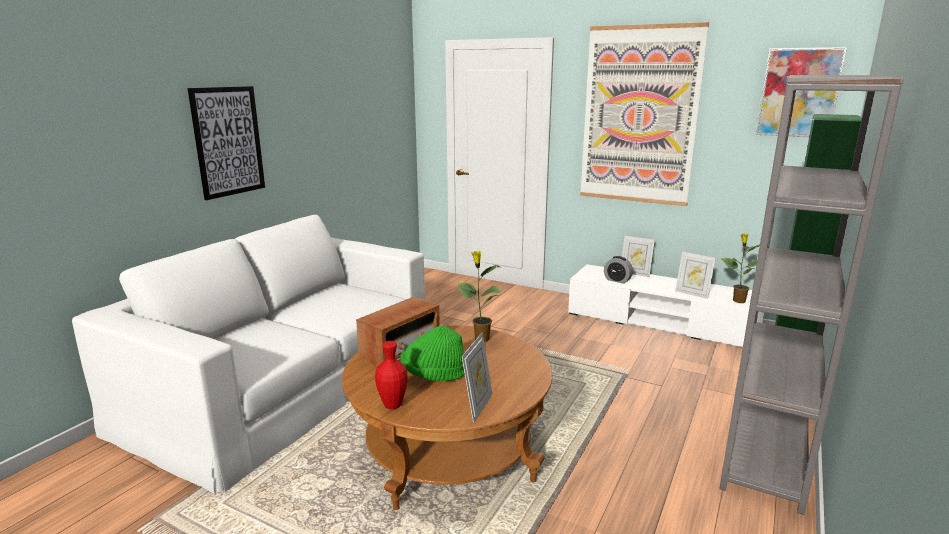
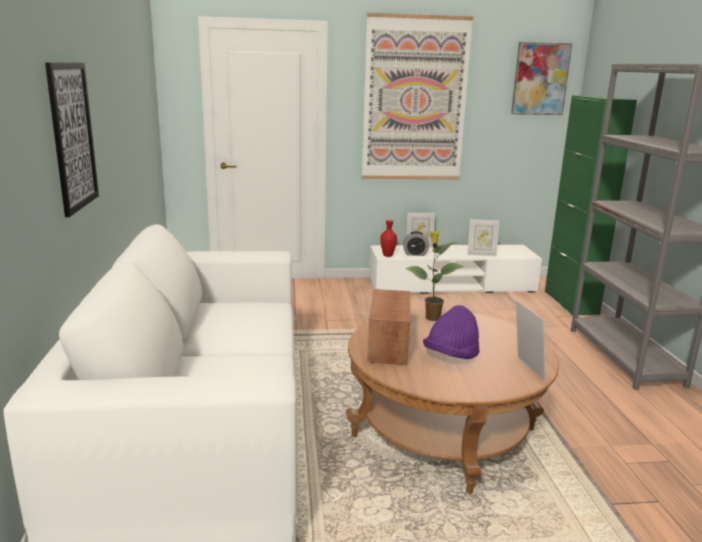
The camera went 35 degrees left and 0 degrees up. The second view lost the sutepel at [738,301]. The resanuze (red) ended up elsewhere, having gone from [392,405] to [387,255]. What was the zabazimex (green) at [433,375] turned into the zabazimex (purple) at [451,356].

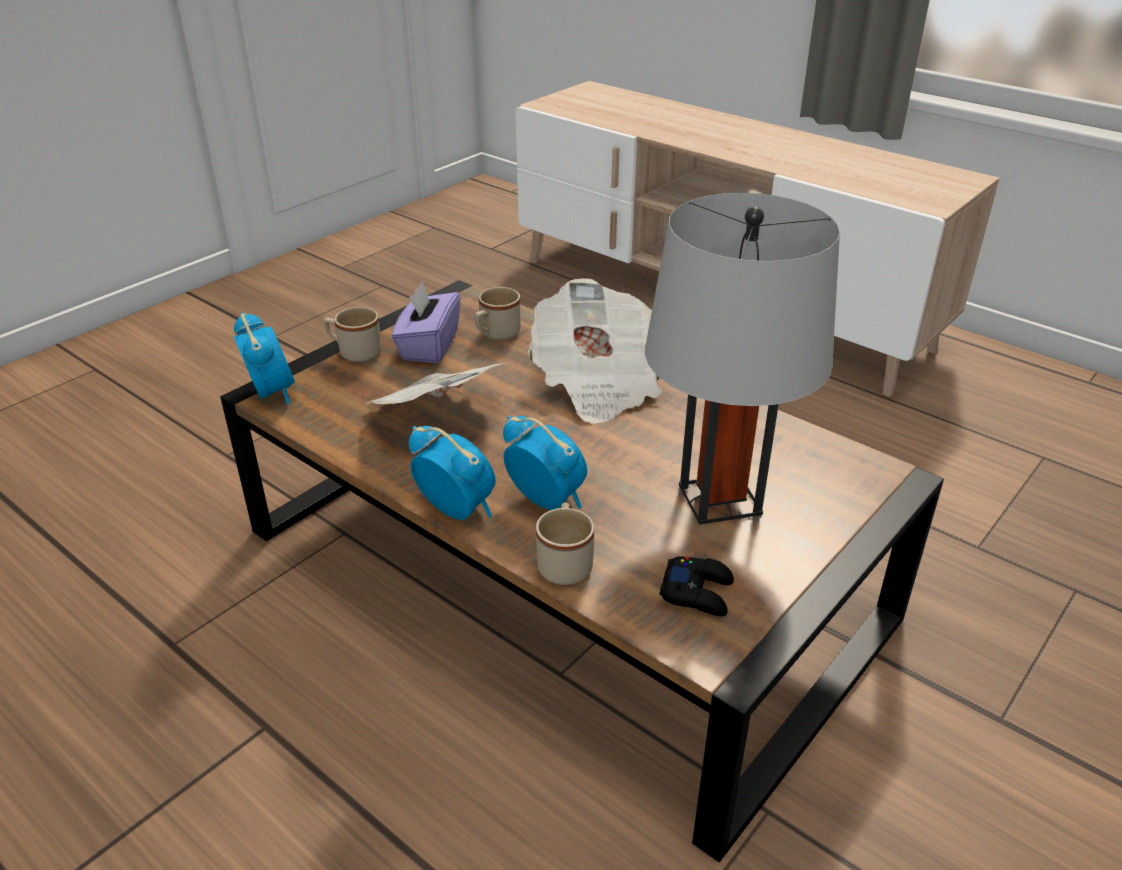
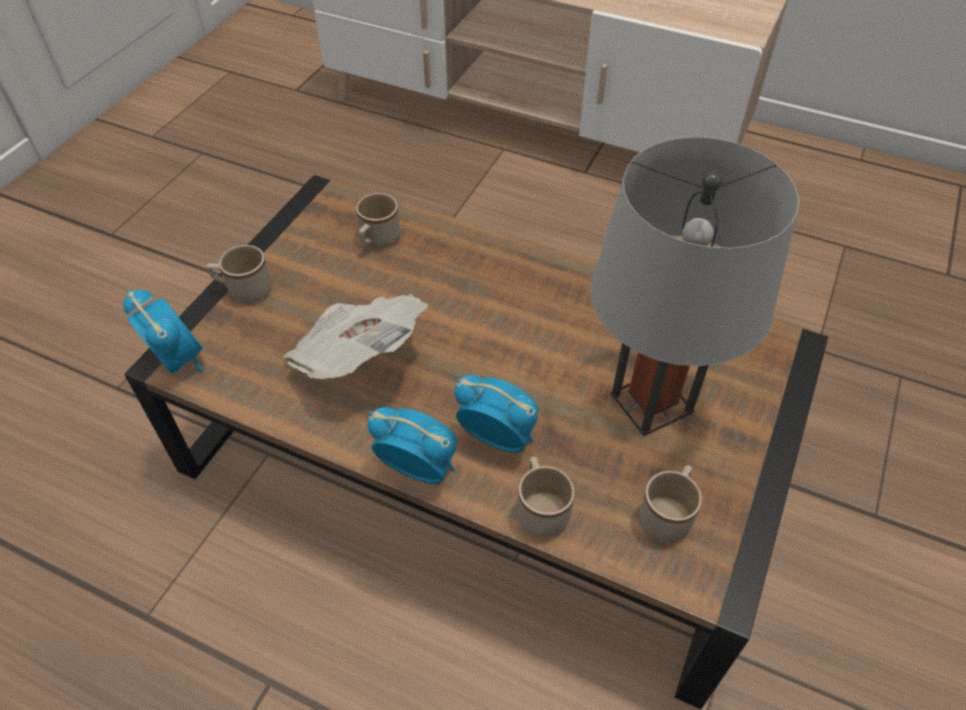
The camera went 15 degrees left and 15 degrees up. The second view lost the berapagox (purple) at [428,346]. The second view lost the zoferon at [596,383]. Where the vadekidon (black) stood at [697,592], the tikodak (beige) came to stand at [667,515].

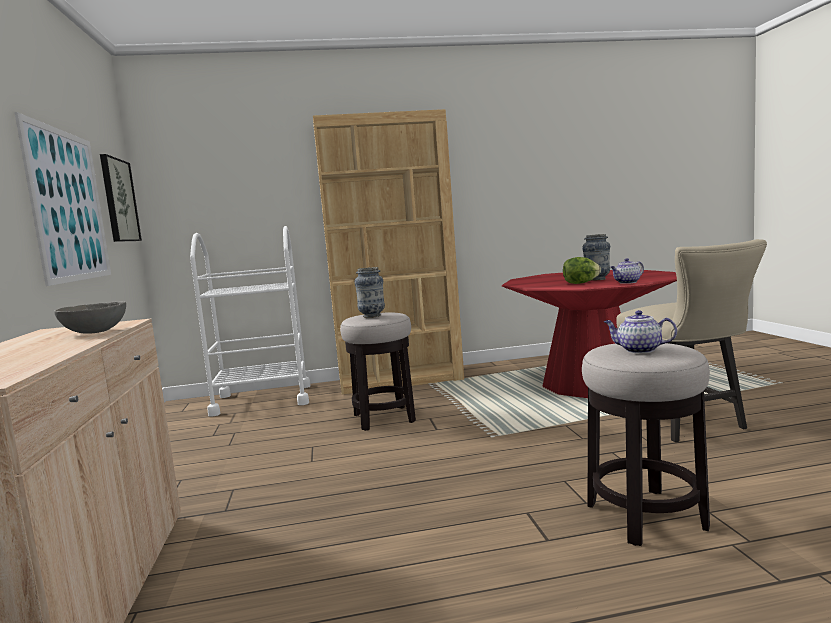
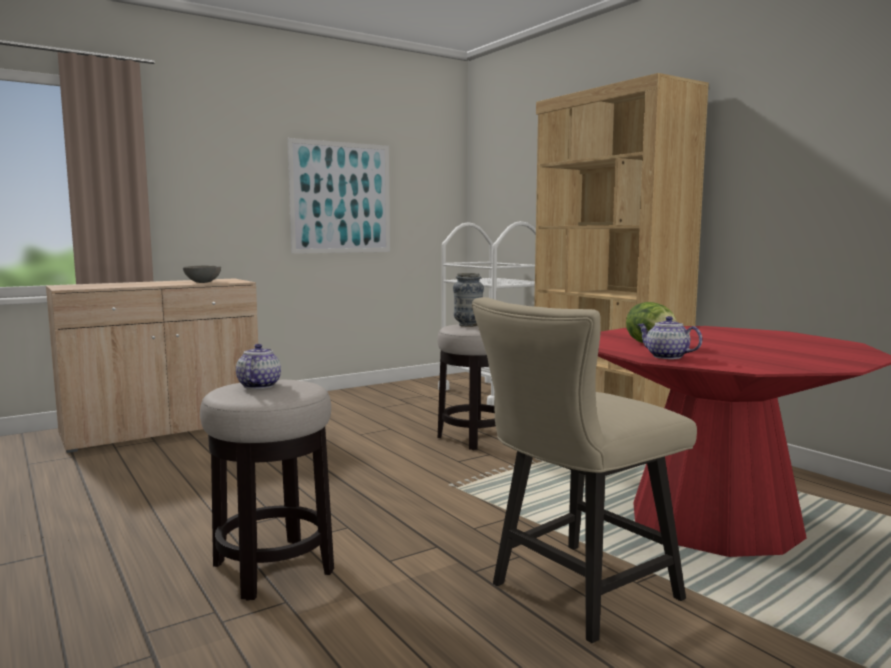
The camera went 65 degrees right and 0 degrees up. The second view lost the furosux at [119,200]. The second view lost the resanuze at [597,279].

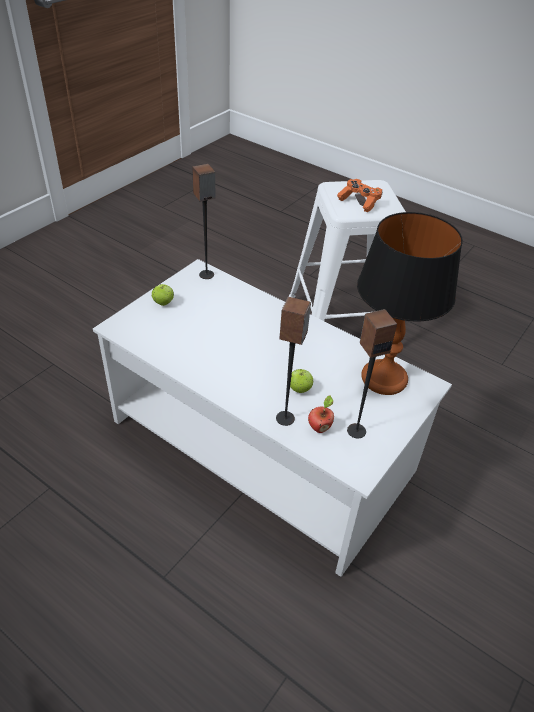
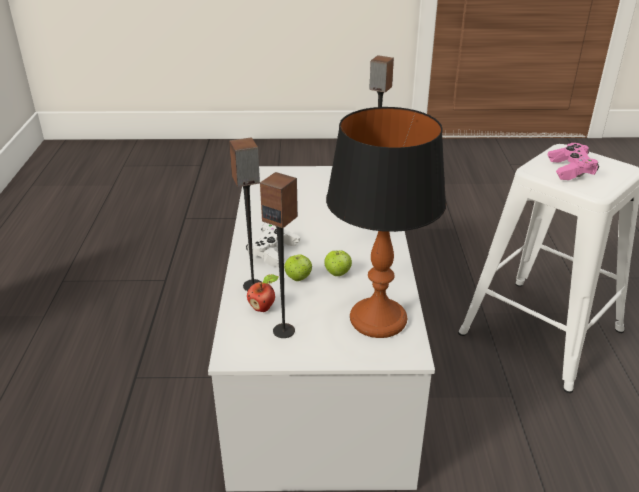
The camera went 55 degrees right and 10 degrees down. The second view gained the vadekidon (white) at [273,252]. The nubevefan ended up elsewhere, having gone from [163,303] to [337,273]. What was the vadekidon (orange) at [359,201] turned into the vadekidon (pink) at [570,170].

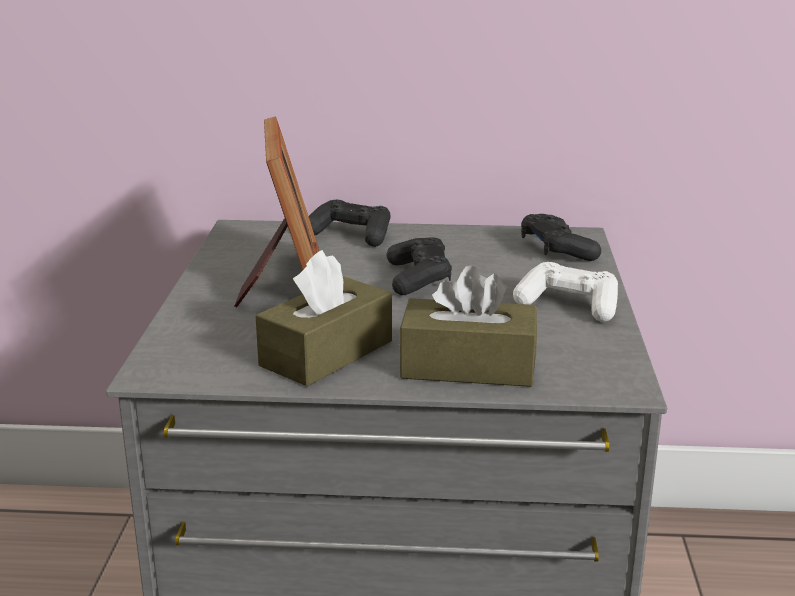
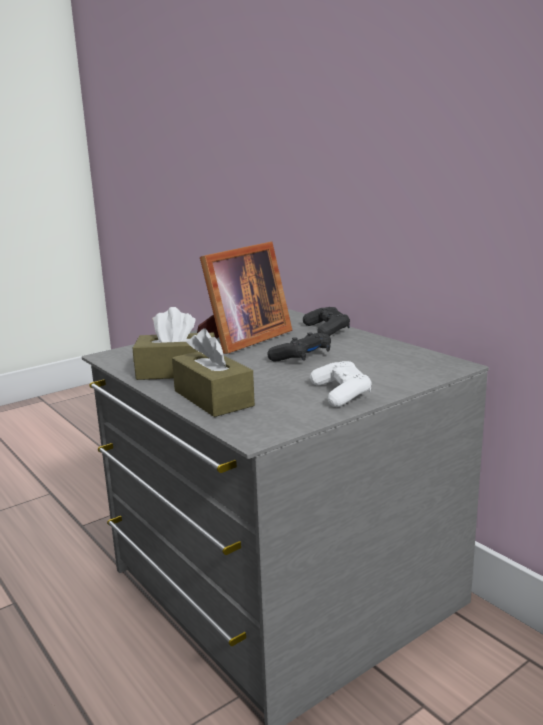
The camera went 50 degrees right and 5 degrees down. The second view lost the vadekidon (black) at [557,250].

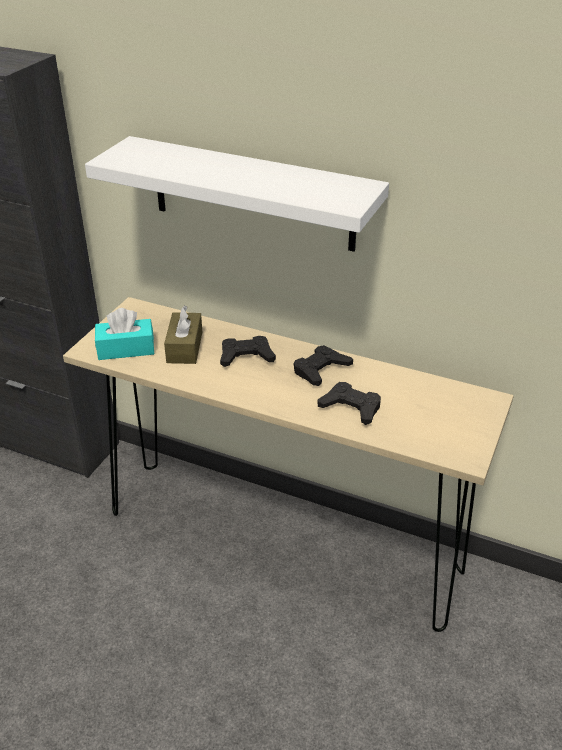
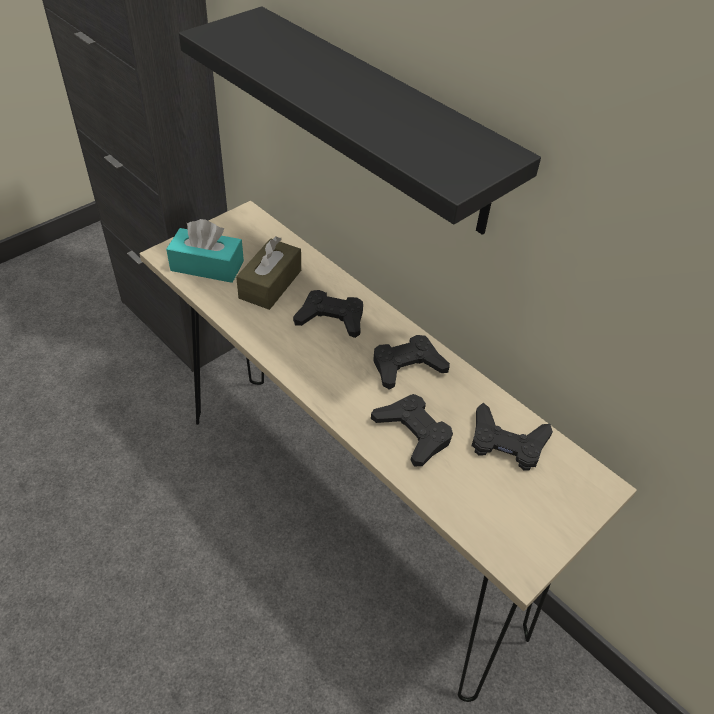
The camera went 20 degrees right and 10 degrees up. The second view gained the vadekidon (black) at [507,443]. What was the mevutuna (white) at [252,194] turned into the mevutuna (black) at [380,121].

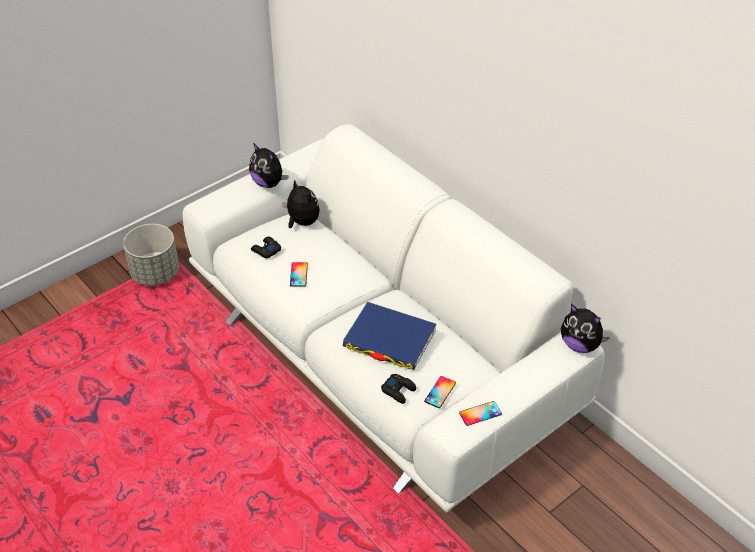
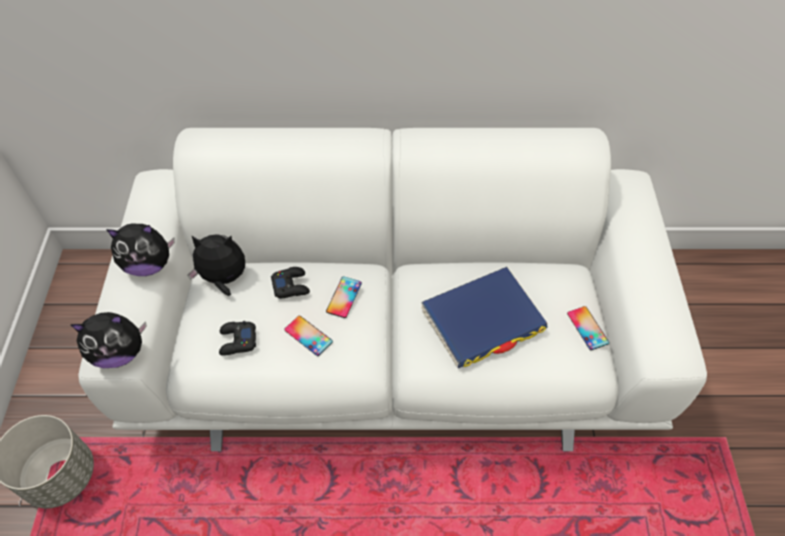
The camera went 50 degrees left and 10 degrees up. The vadekidon (black) ended up elsewhere, having gone from [398,391] to [291,285]. The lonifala ended up elsewhere, having gone from [480,413] to [344,297]. The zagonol ended up elsewhere, having gone from [580,345] to [120,353].

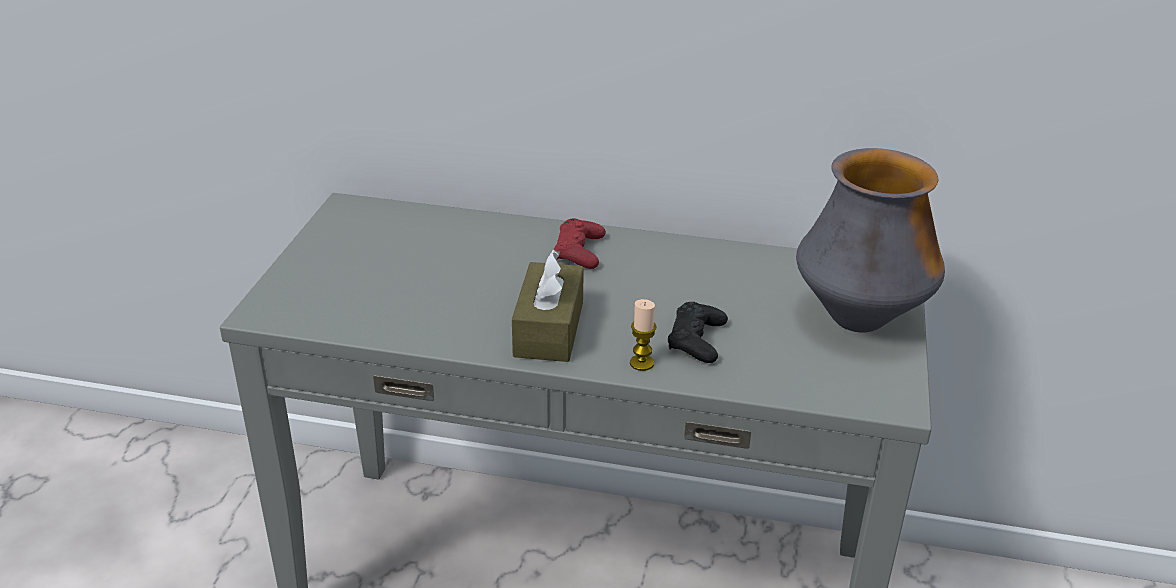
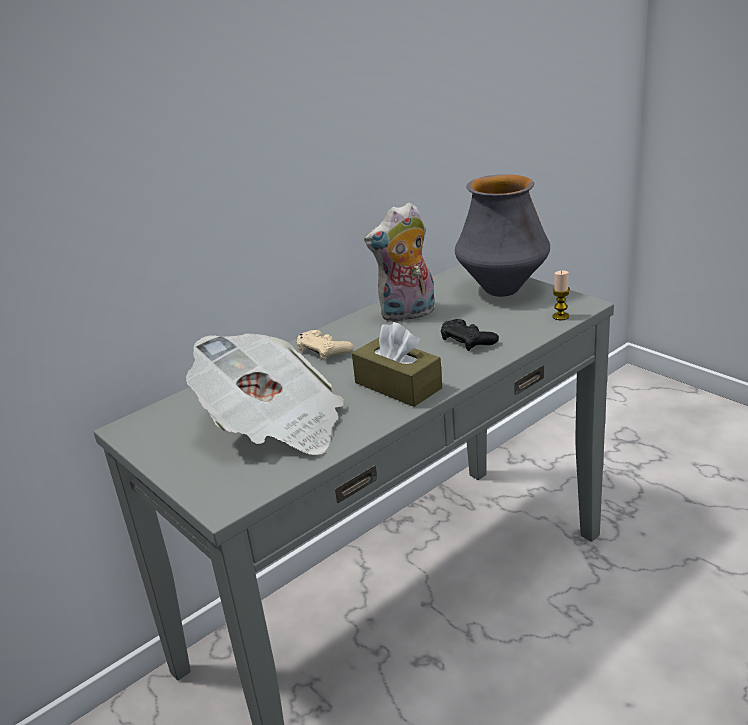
The camera went 50 degrees left and 5 degrees down. The second view gained the zoferon at [274,426]. The second view gained the zagonol at [407,314]. The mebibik ended up elsewhere, having gone from [641,363] to [560,316]. What was the vadekidon (red) at [579,251] turned into the vadekidon (beige) at [324,351].

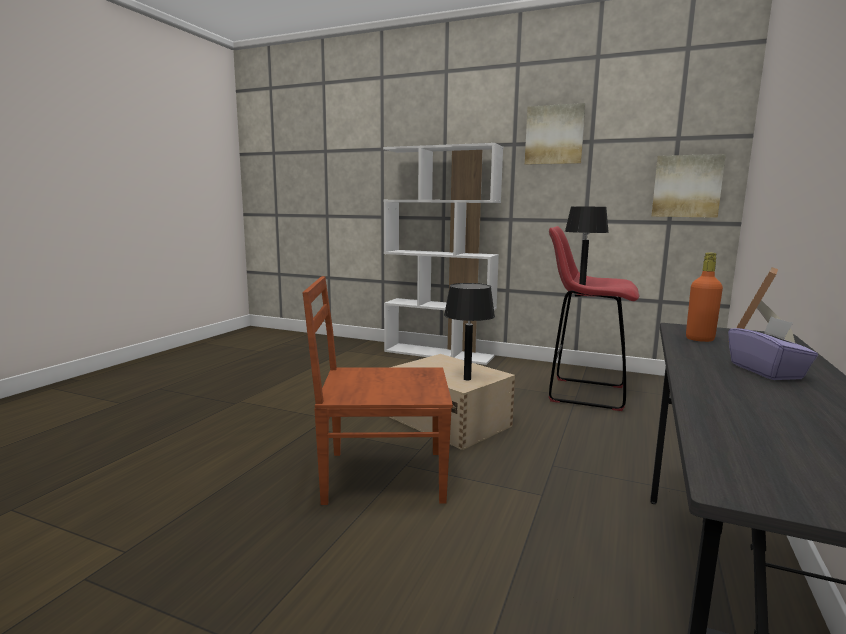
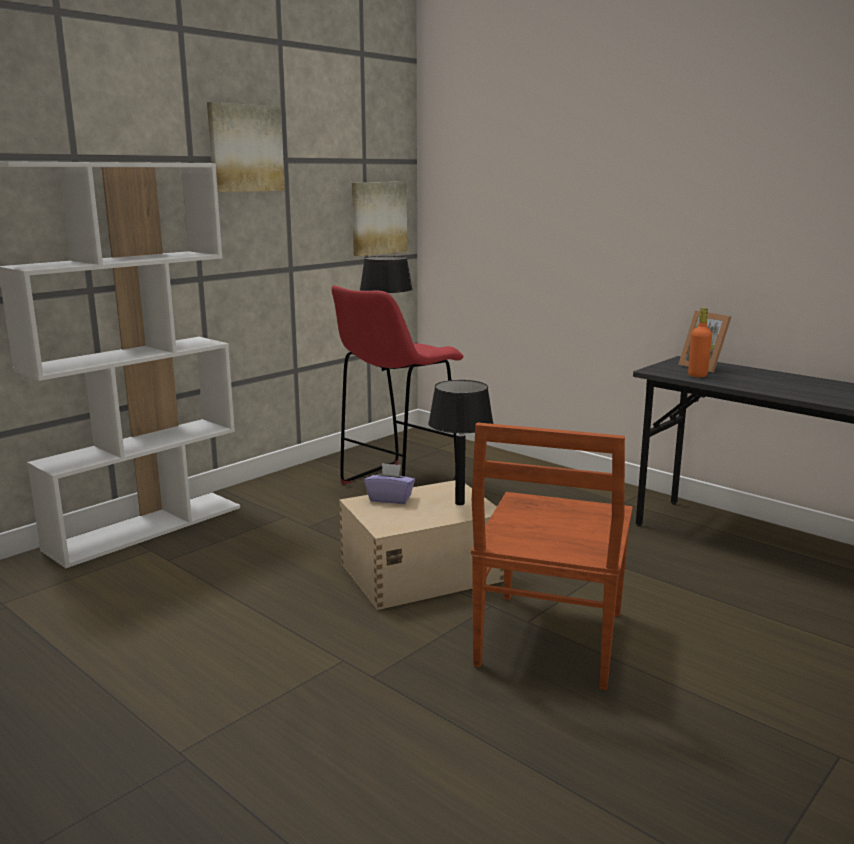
The camera went 70 degrees left and 5 degrees up. The berapagox (purple) ended up elsewhere, having gone from [766,371] to [390,499].

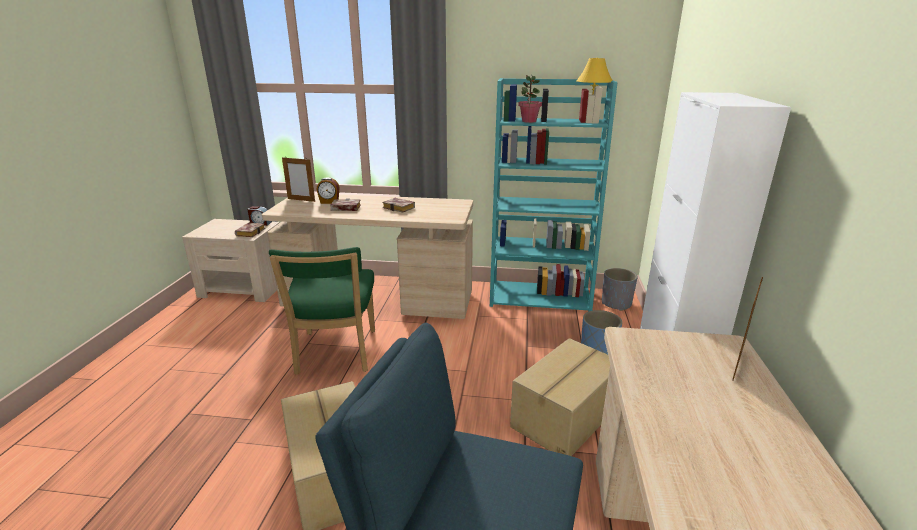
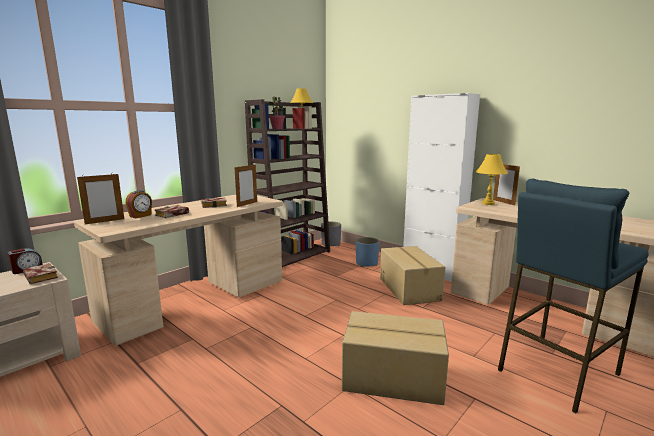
The camera went 55 degrees left and 10 degrees down. The second view lost the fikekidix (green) at [335,354]. The second view gained the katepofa at [247,204]. The second view gained the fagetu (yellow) at [488,203]. What was the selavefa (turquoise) at [540,297] turned into the selavefa (brown) at [292,255].

